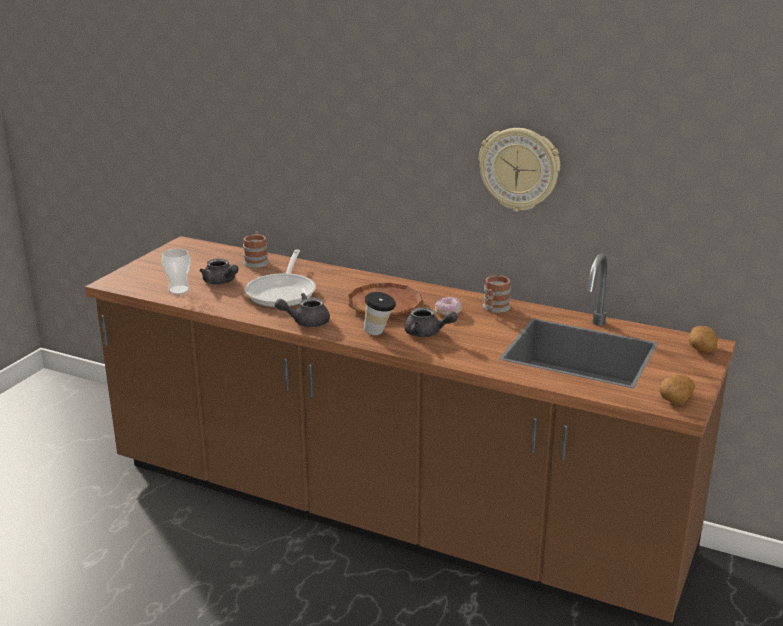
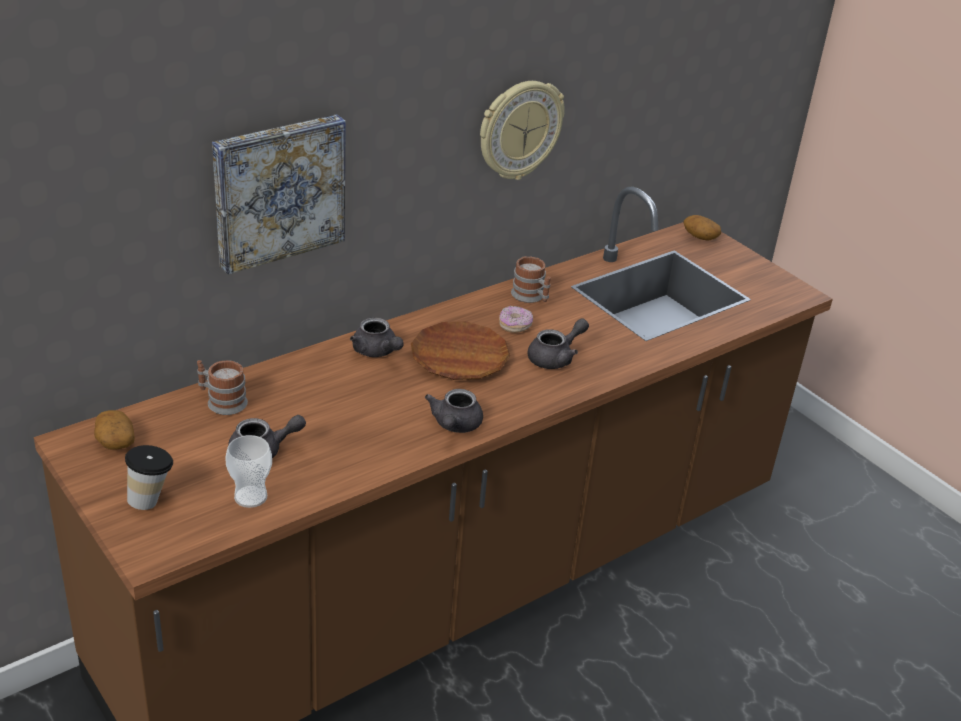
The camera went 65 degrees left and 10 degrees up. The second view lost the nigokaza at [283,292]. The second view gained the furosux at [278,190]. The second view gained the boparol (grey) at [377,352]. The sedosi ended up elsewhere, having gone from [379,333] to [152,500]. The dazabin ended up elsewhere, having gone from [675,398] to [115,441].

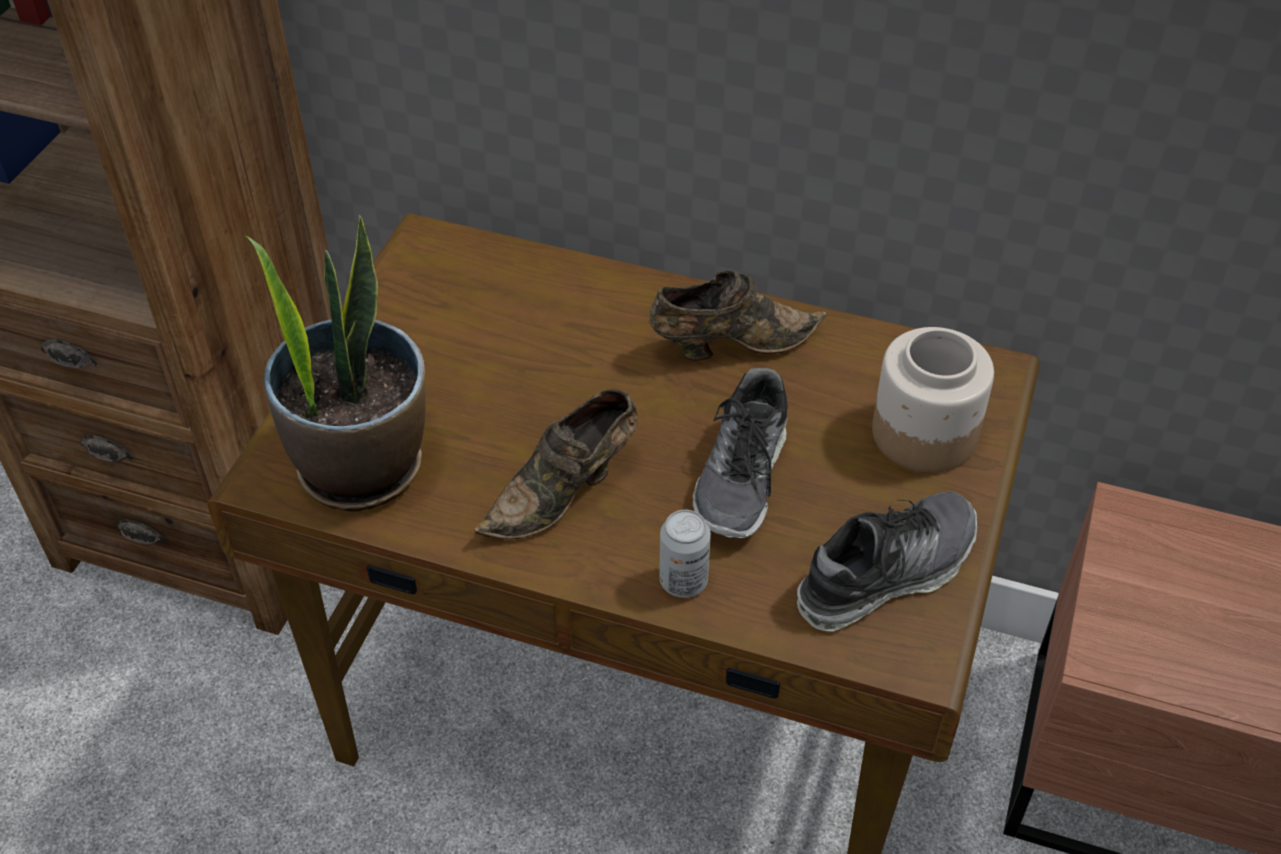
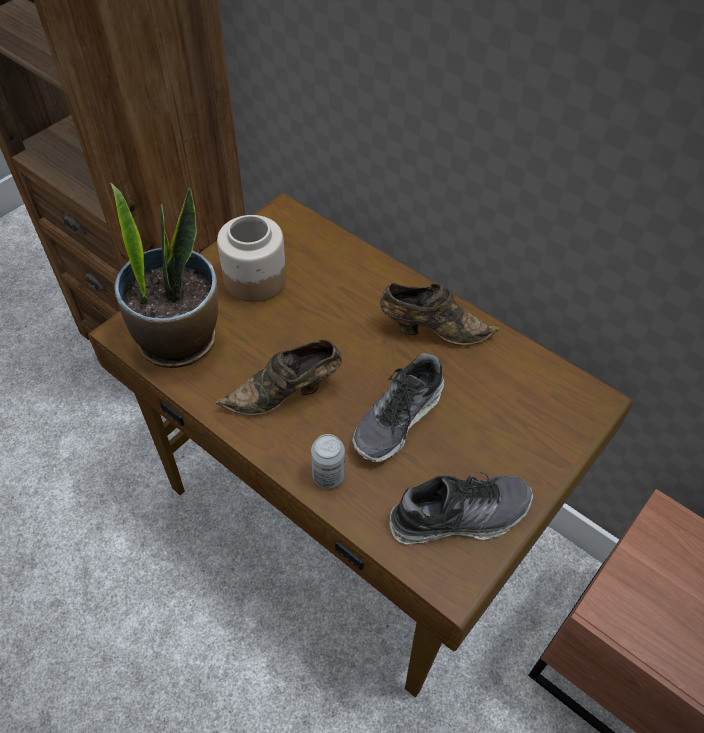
The camera went 20 degrees right and 5 degrees up. The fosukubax ended up elsewhere, having gone from [923,434] to [254,280].

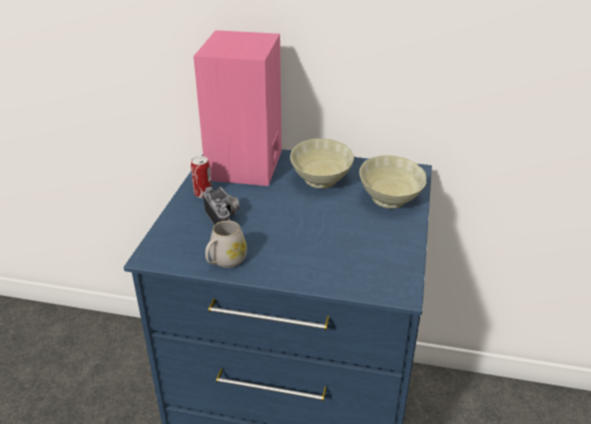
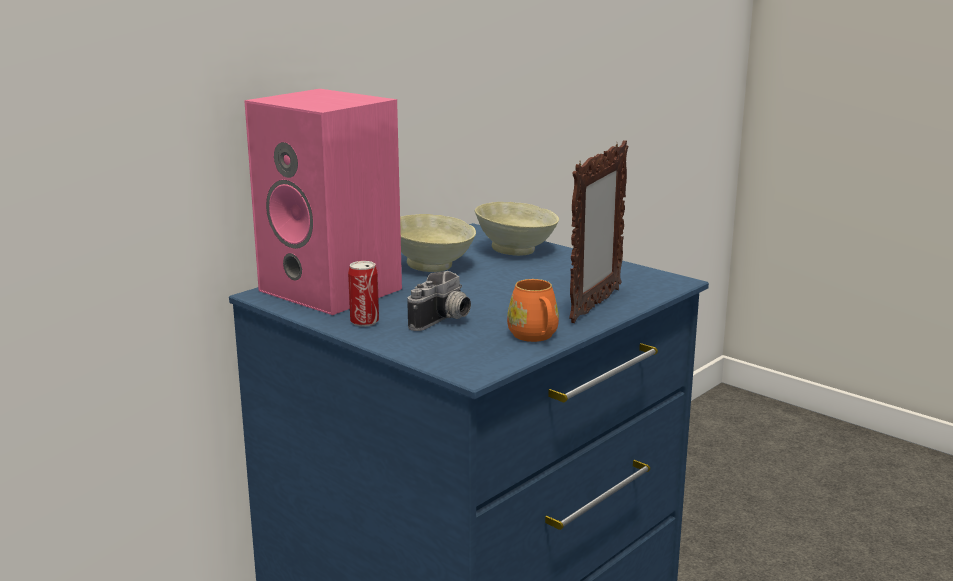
The camera went 60 degrees left and 15 degrees down. The second view gained the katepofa at [594,306]. What was the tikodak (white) at [225,261] turned into the tikodak (orange) at [535,337]. The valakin at [225,219] ended up facing another way, 120 degrees clockwise from before.

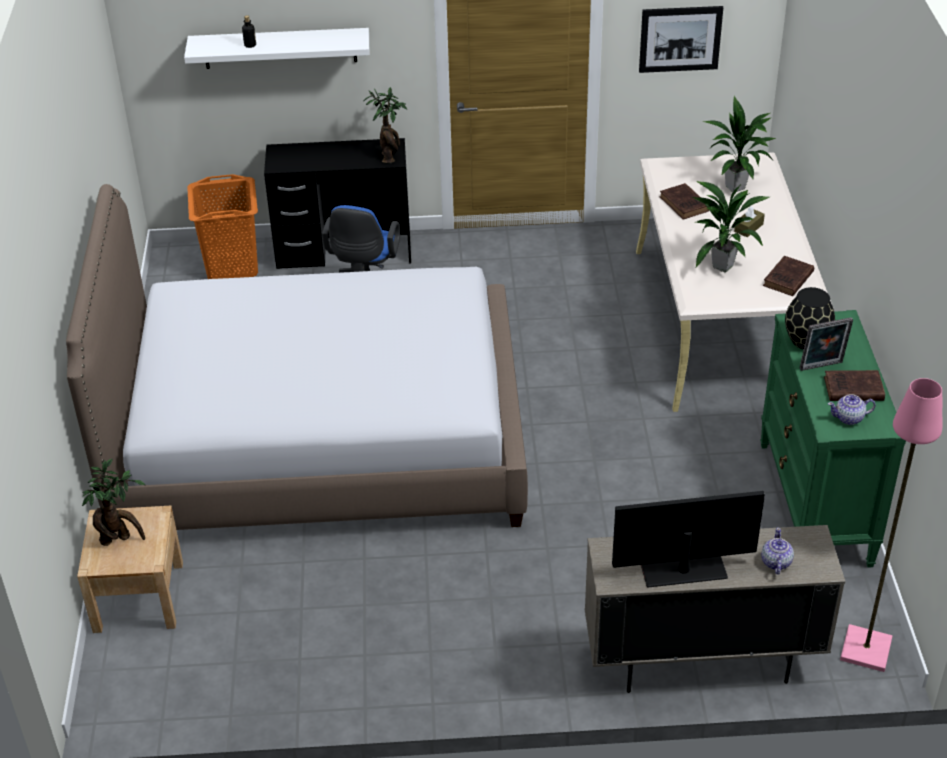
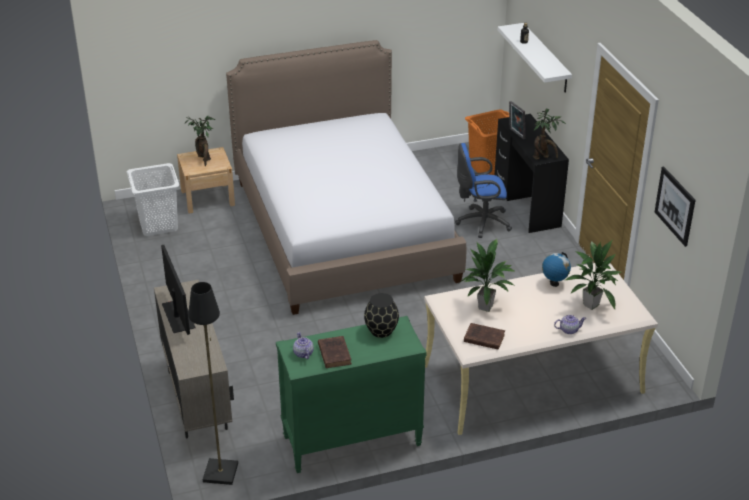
The camera went 75 degrees right and 5 degrees down. The second view lost the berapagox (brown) at [748,228]. The second view gained the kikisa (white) at [158,225]. The boparol ended up elsewhere, having gone from [775,562] to [568,330]. The katepofa ended up elsewhere, having gone from [822,367] to [516,134]. Where the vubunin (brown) stood at [685,205], the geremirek came to stand at [554,283]. What was the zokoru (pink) at [865,648] turned into the zokoru (black) at [221,472].

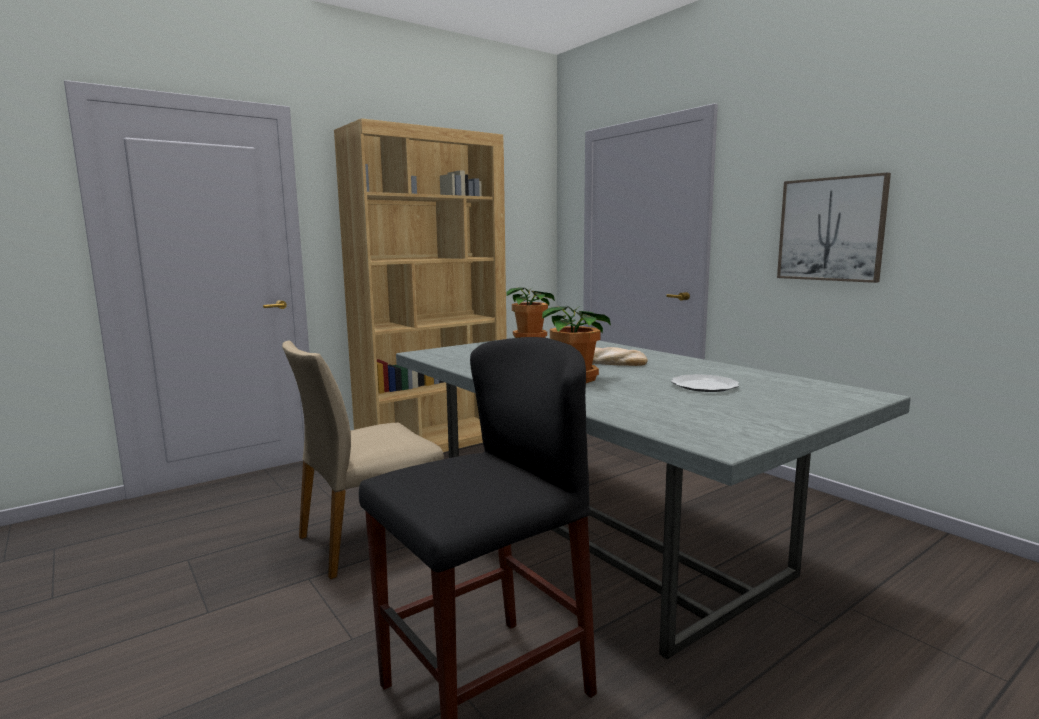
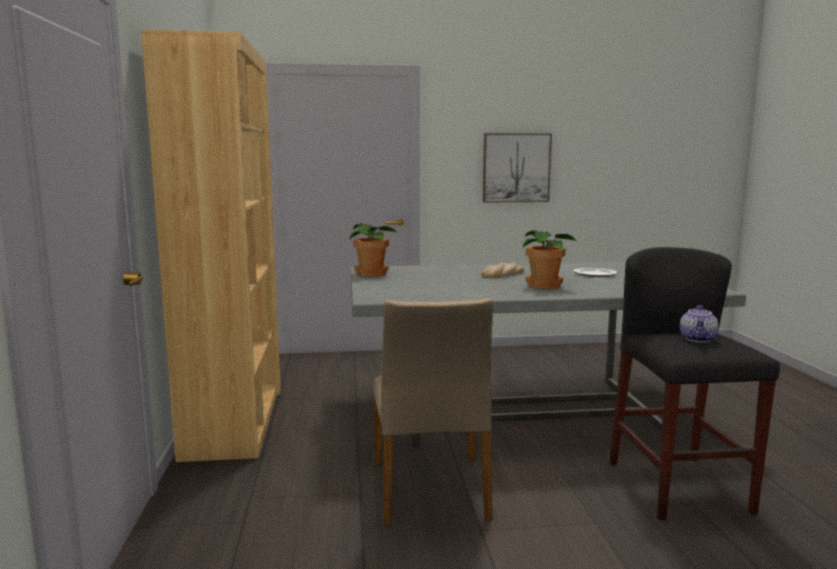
The camera went 60 degrees left and 0 degrees up. The second view gained the boparol at [698,339].

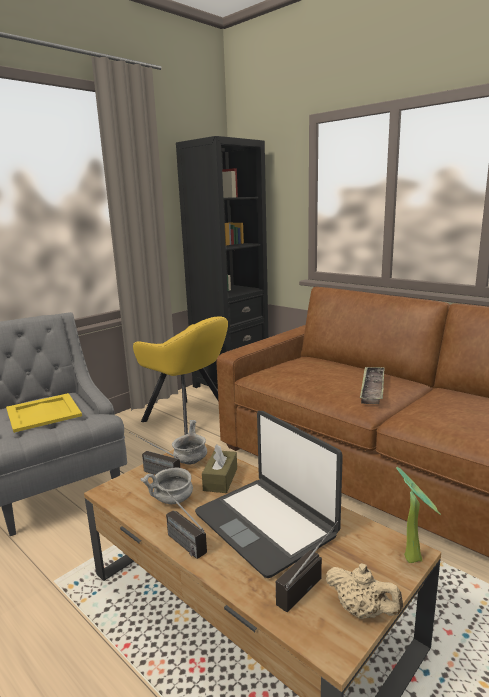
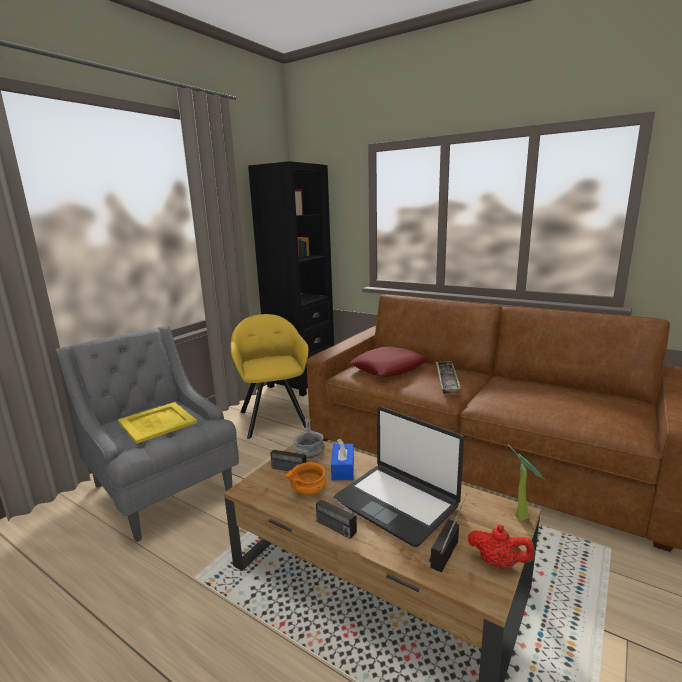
The camera went 10 degrees left and 0 degrees up. The second view gained the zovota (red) at [388,368]. What was the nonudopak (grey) at [172,500] turned into the nonudopak (orange) at [308,491]. What was the berapagox (brown) at [220,479] turned into the berapagox (blue) at [343,468]. What was the boparol (beige) at [362,611] turned into the boparol (red) at [498,563]. The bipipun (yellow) at [189,419] ended up facing another way, 135 degrees counterclockwise from before.

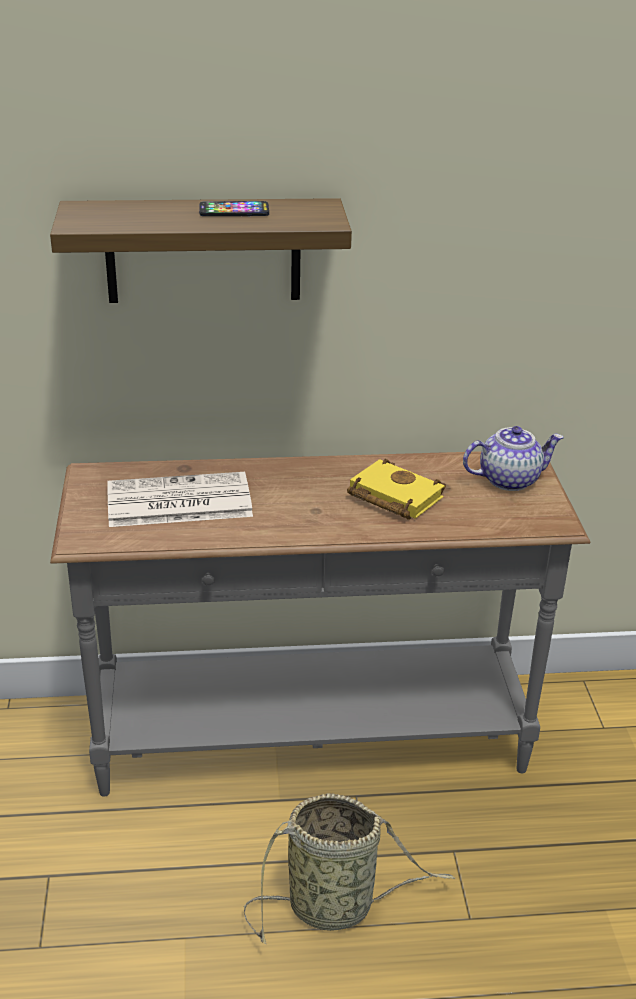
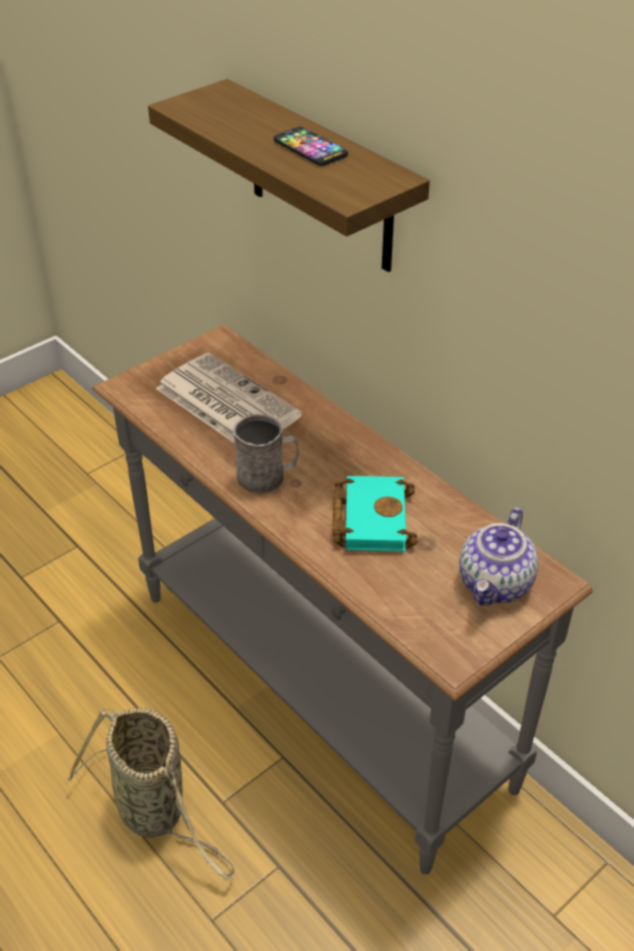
The camera went 55 degrees right and 10 degrees up. The second view gained the tikodak (grey) at [267,477]. What was the vubunin (yellow) at [392,496] turned into the vubunin (turquoise) at [370,517]. The boparol at [509,479] ended up facing another way, 75 degrees clockwise from before.

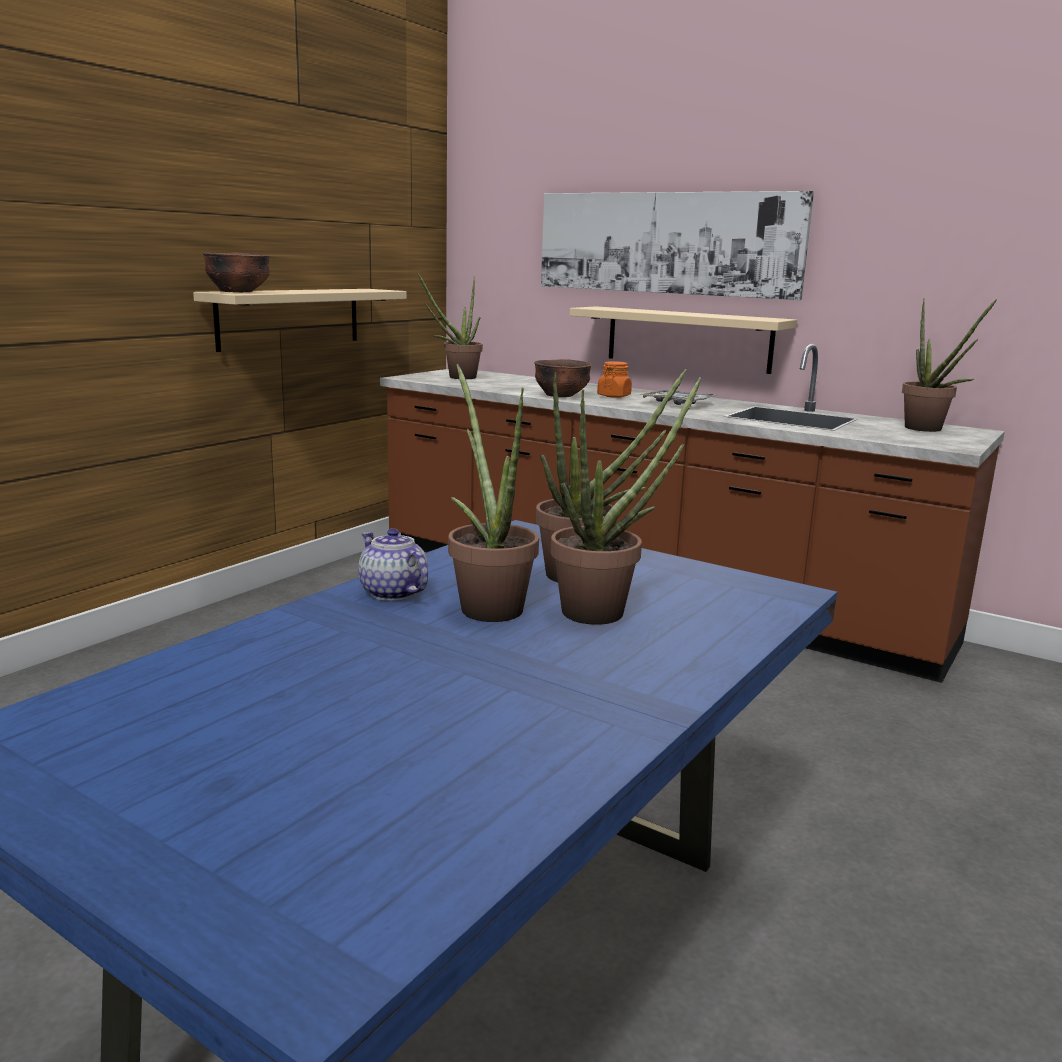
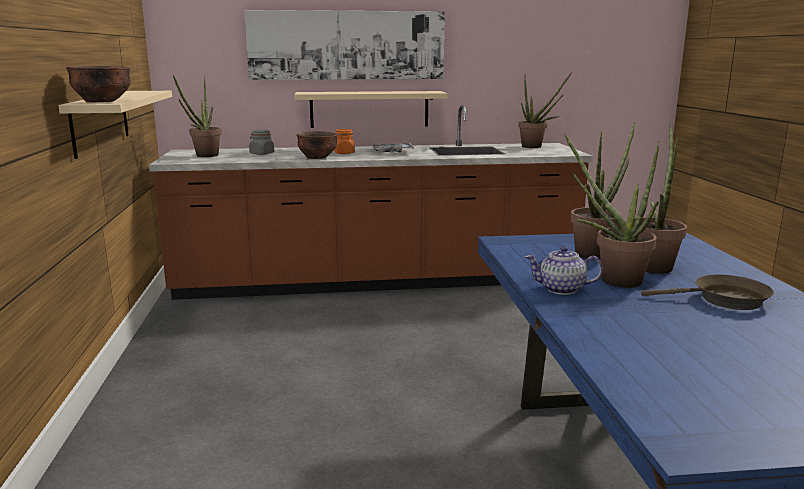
The camera went 40 degrees left and 0 degrees up. The second view gained the fosukubax (grey) at [262,153]. The second view gained the nigokaza (brown) at [724,300].

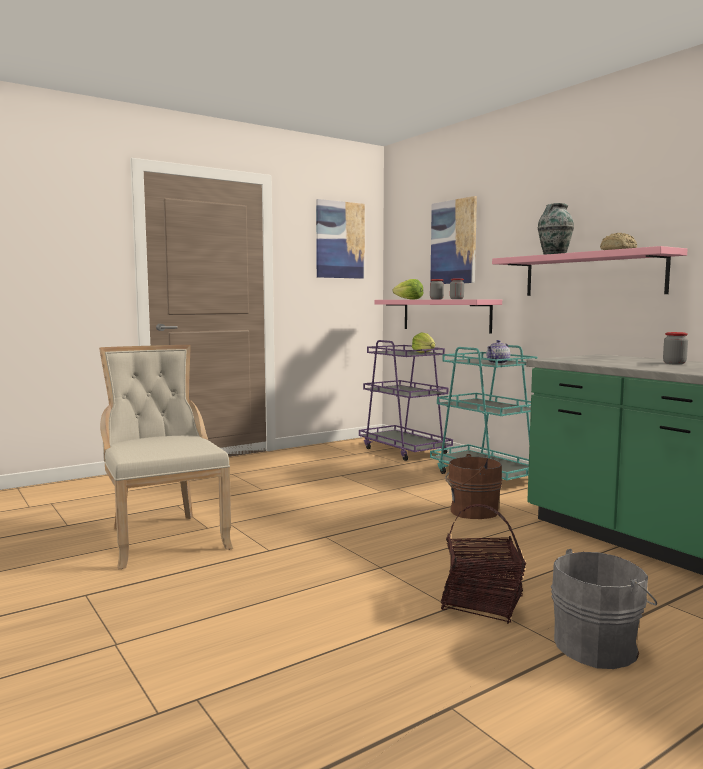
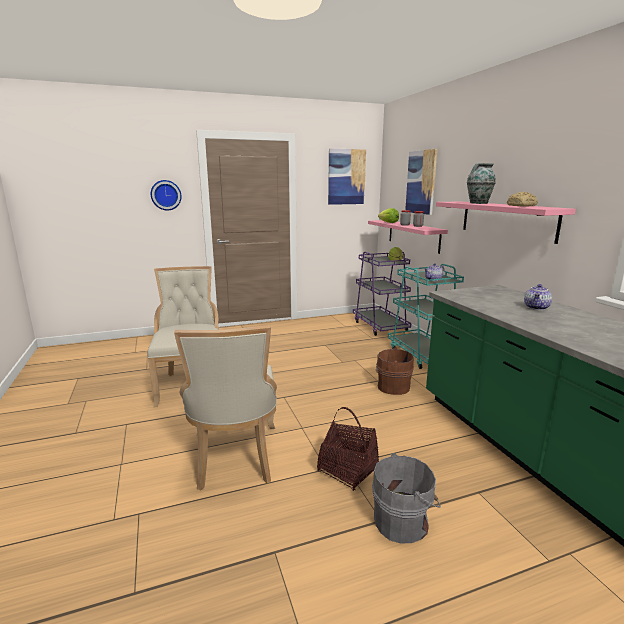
The camera went 15 degrees right and 10 degrees up. The second view gained the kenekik at [166,195]. The second view gained the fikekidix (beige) at [235,458]. Where the fosukubax stood at [674,363], the boparol came to stand at [537,308].

